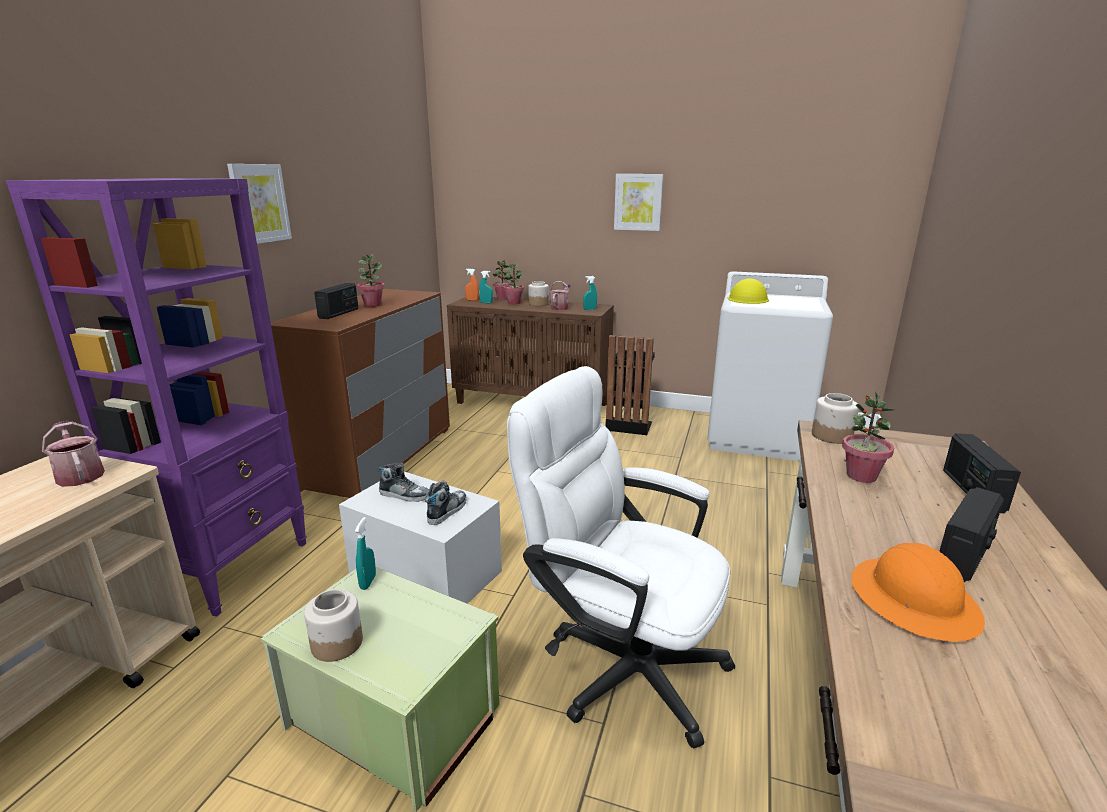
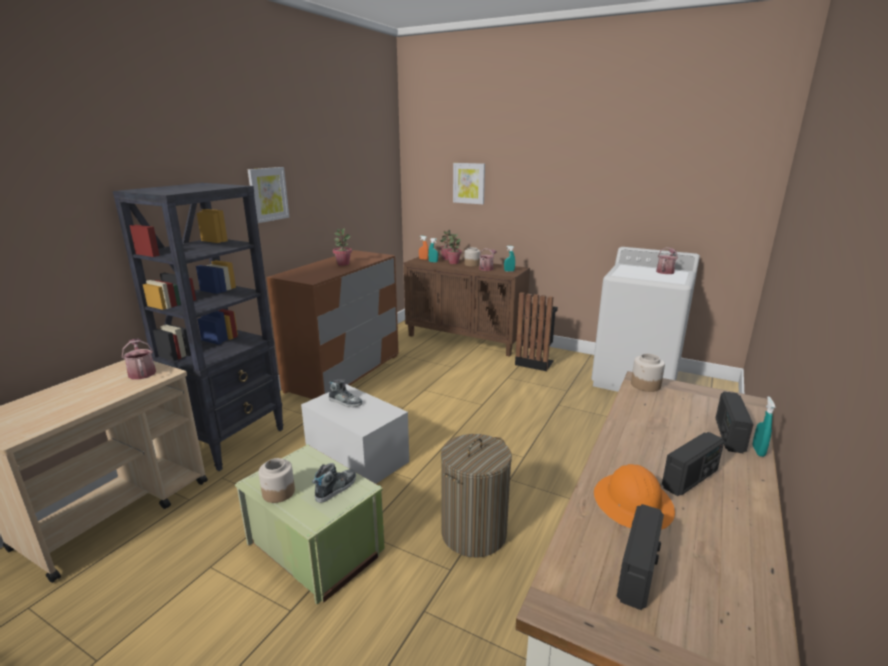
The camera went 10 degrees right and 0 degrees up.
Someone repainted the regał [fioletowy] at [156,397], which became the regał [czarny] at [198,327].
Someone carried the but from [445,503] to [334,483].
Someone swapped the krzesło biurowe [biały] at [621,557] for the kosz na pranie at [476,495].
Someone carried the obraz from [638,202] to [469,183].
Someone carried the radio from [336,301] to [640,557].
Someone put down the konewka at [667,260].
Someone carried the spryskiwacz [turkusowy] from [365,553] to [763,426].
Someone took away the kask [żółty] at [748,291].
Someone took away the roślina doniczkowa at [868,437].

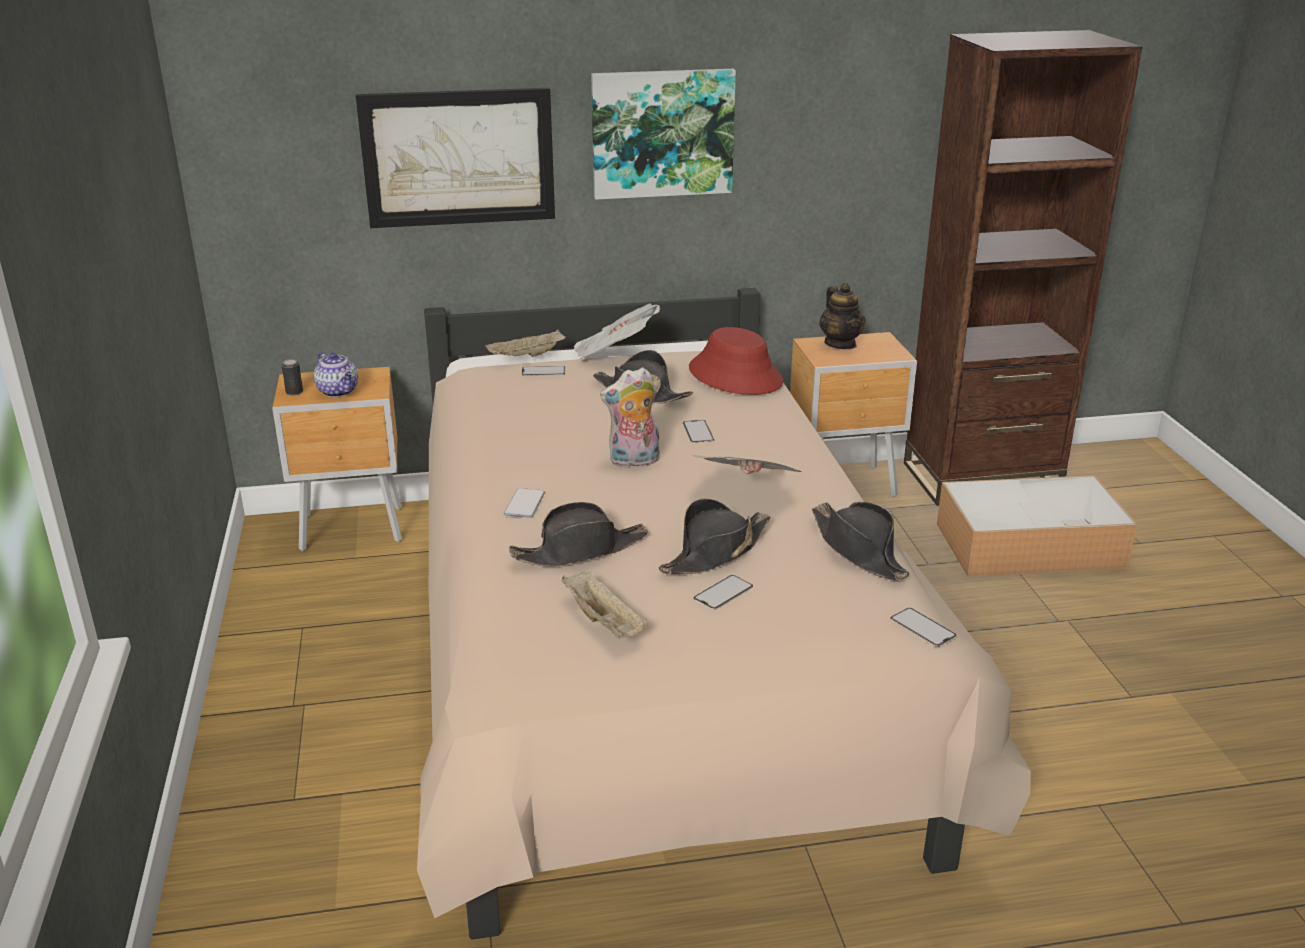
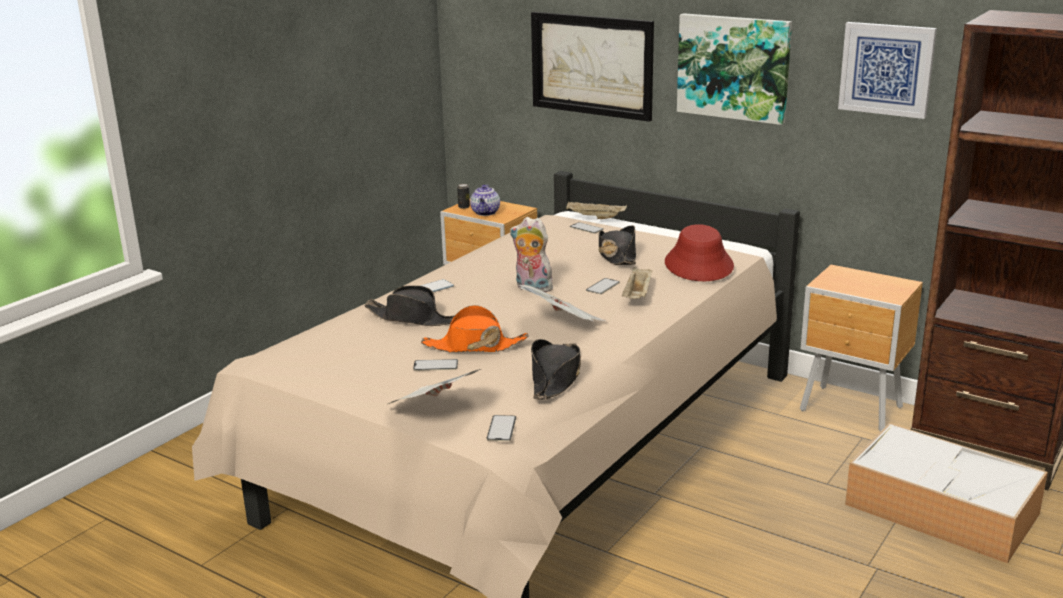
The camera went 45 degrees right and 5 degrees down.
Someone carried the gazeta from [617,331] to [434,386].
Someone repainted the kapelusz [czarny] at [715,536], which became the kapelusz [pomarańczowy] at [474,328].
Someone carried the taca [beżowy] from [604,604] to [637,283].
Someone put up the obraz at [887,70].
Someone took away the imbryk at [842,316].

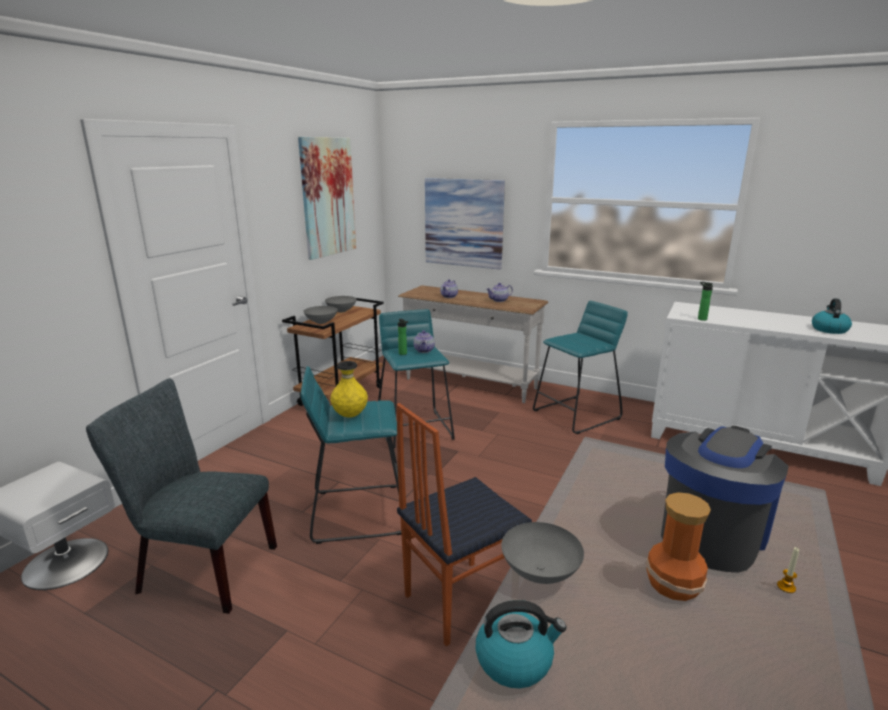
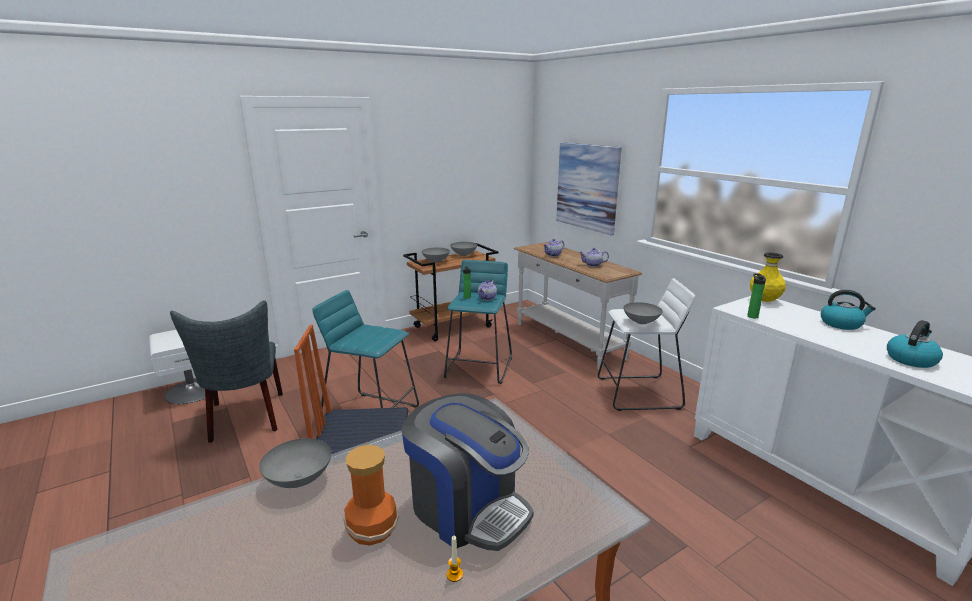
The camera went 30 degrees right and 0 degrees up.
Someone rotated the krzesło [szary] at [181,496] by 150 degrees counterclockwise.
Someone rotated the ekspres do kawy at [724,499] by 60 degrees clockwise.
Someone repainted the stołek [turkusowy] at [580,367], which became the stołek [biały] at [646,344].
Someone put down the miska [szary] at [643,313].
Someone carried the wazon [żółty] from [349,389] to [768,277].
Someone carried the czajnik from [521,644] to [848,310].
Someone took away the obraz at [327,198].

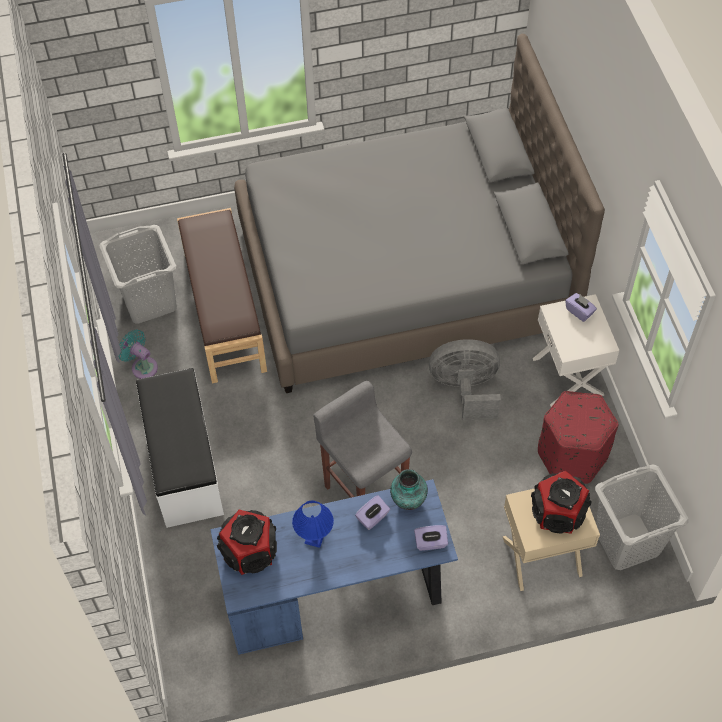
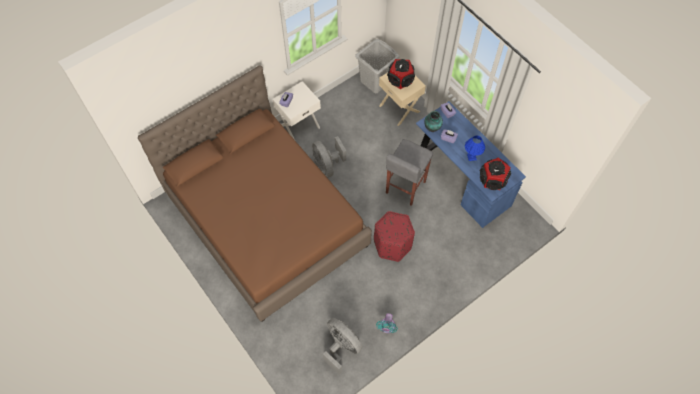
The camera went 115 degrees left and 5 degrees up.
Someone repainted the łóżko [szary] at [419,213], which became the łóżko [brązowy] at [255,194].
Someone swapped the kosz na pranie [szary] at [138,274] for the wentylator [szary] at [342,346].
Someone carried the pufa [czerwony] from [578,437] to [394,236].
Someone took away the ławka [biały] at [180,448].
Someone took away the ławka [brązowy] at [222,296].

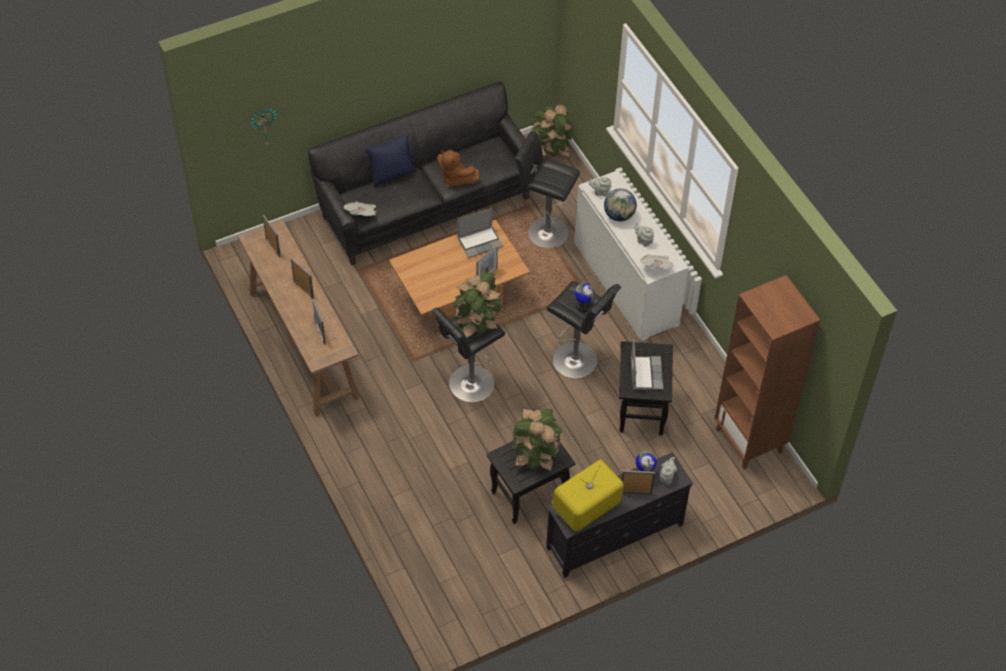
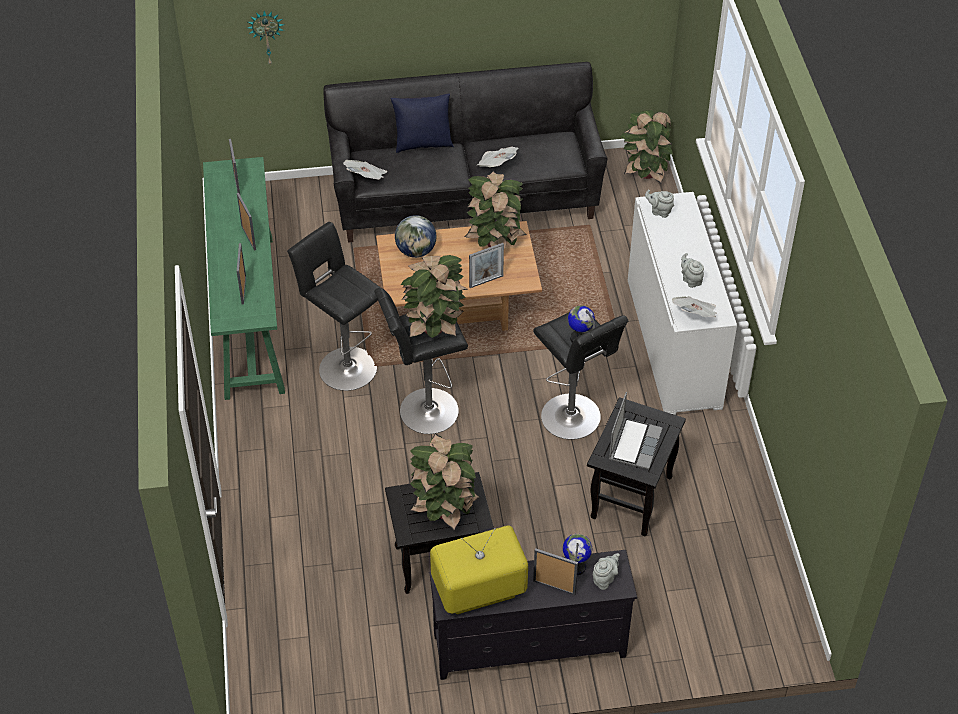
The camera went 20 degrees right and 5 degrees down.
Someone repainted the stolik konsolowy [brązowy] at [298,318], which became the stolik konsolowy [zielony] at [244,278].
Someone carried the stołek [czarny] from [547,189] to [333,306].
Someone carried the globus from [620,205] to [416,236].
Someone swapped the laptop at [480,233] for the roślina doniczkowa at [495,210].
Someone swapped the pluszak [brązowy] at [458,169] for the gazeta at [498,157].
Someone took away the regał [brązowy] at [767,372].

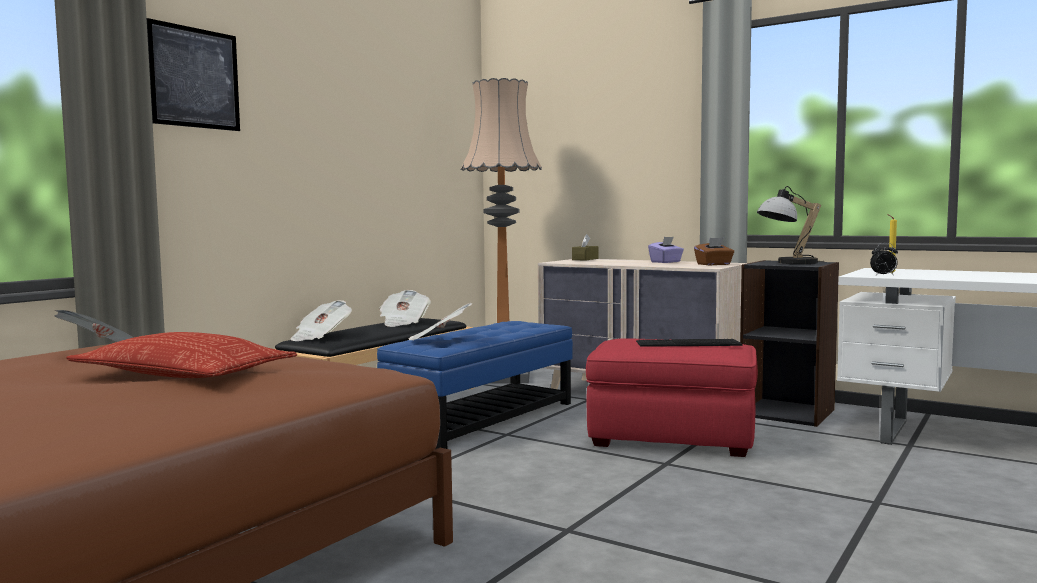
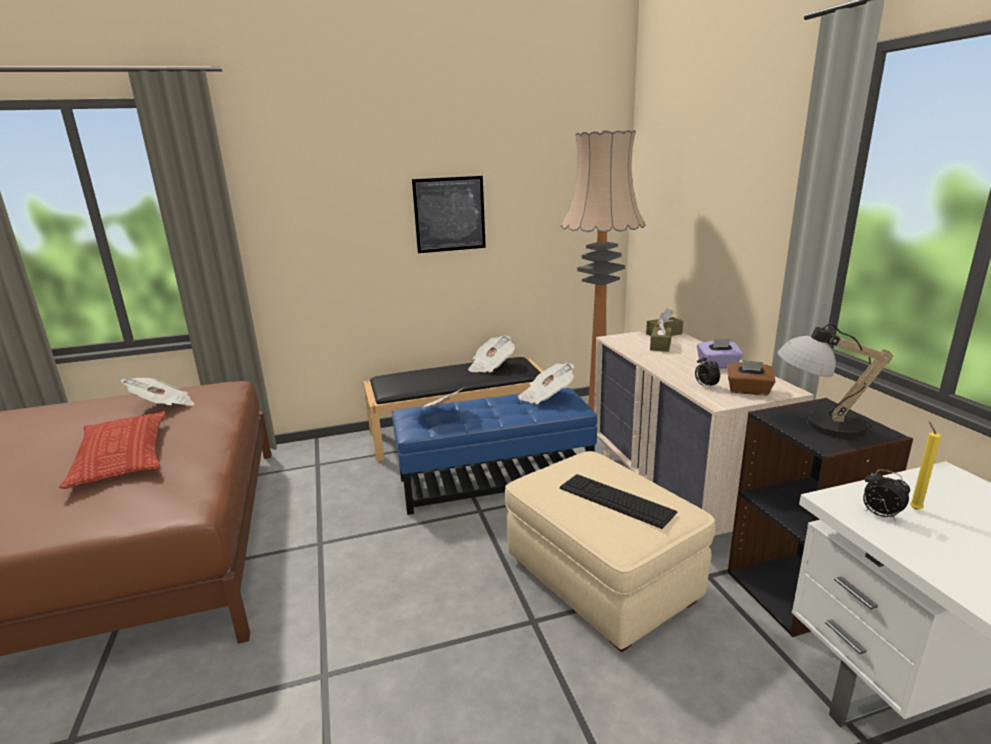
The camera went 40 degrees right and 15 degrees up.
Someone carried the obraz from [193,74] to [449,214].
Someone repainted the pufa [czerwony] at [672,397], which became the pufa [beżowy] at [610,551].
Someone carried the gazeta from [321,320] to [546,384].
Someone put down the pudełko chusteczek [brązowy] at [661,335].
Someone put down the budzik at [707,371].

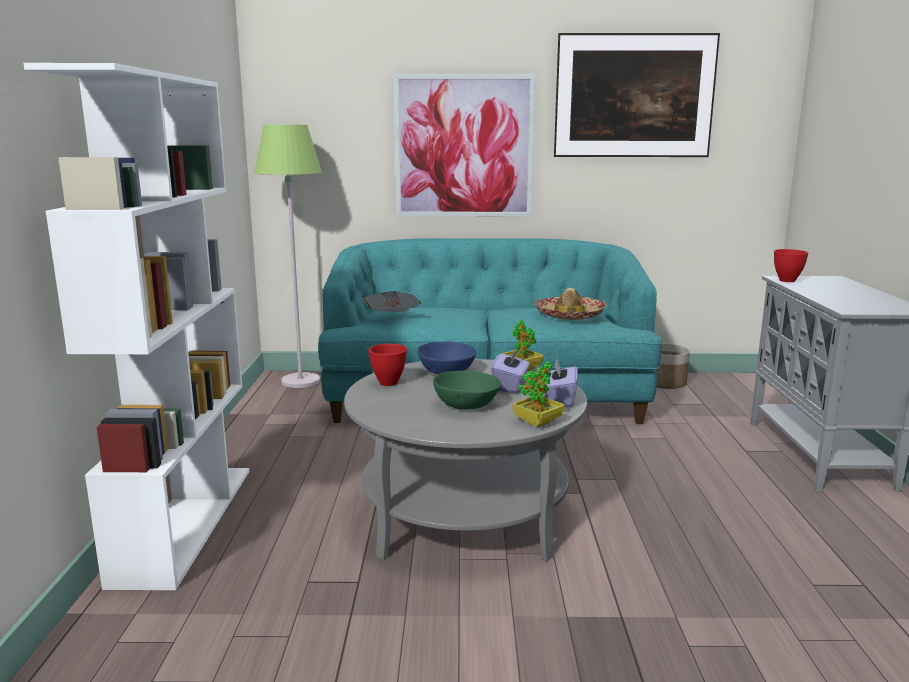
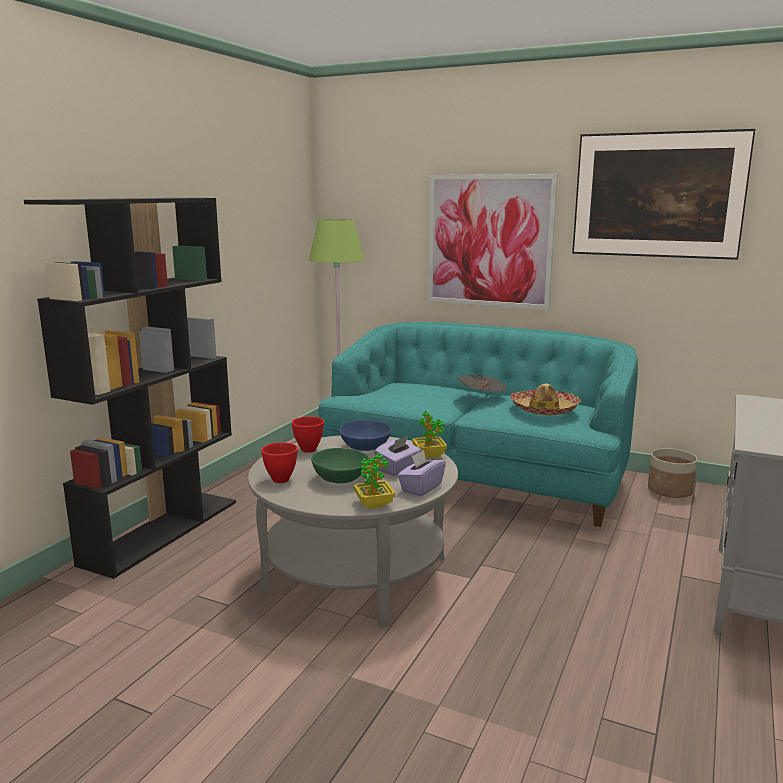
The camera went 25 degrees right and 0 degrees up.
Someone repainted the regał [biały] at [136,326], which became the regał [czarny] at [130,388].
Someone carried the miska [czerwony] from [791,265] to [279,462].
Someone carried the gazeta from [391,301] to [482,383].

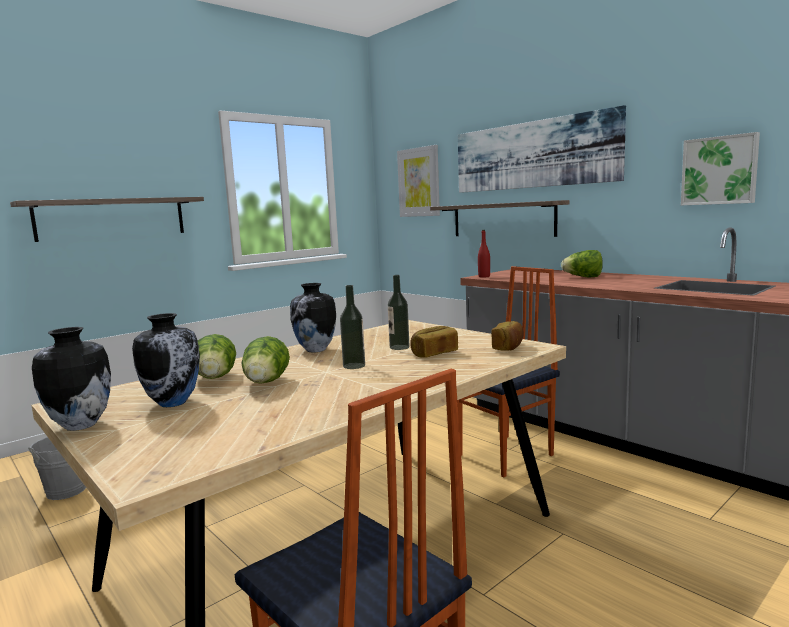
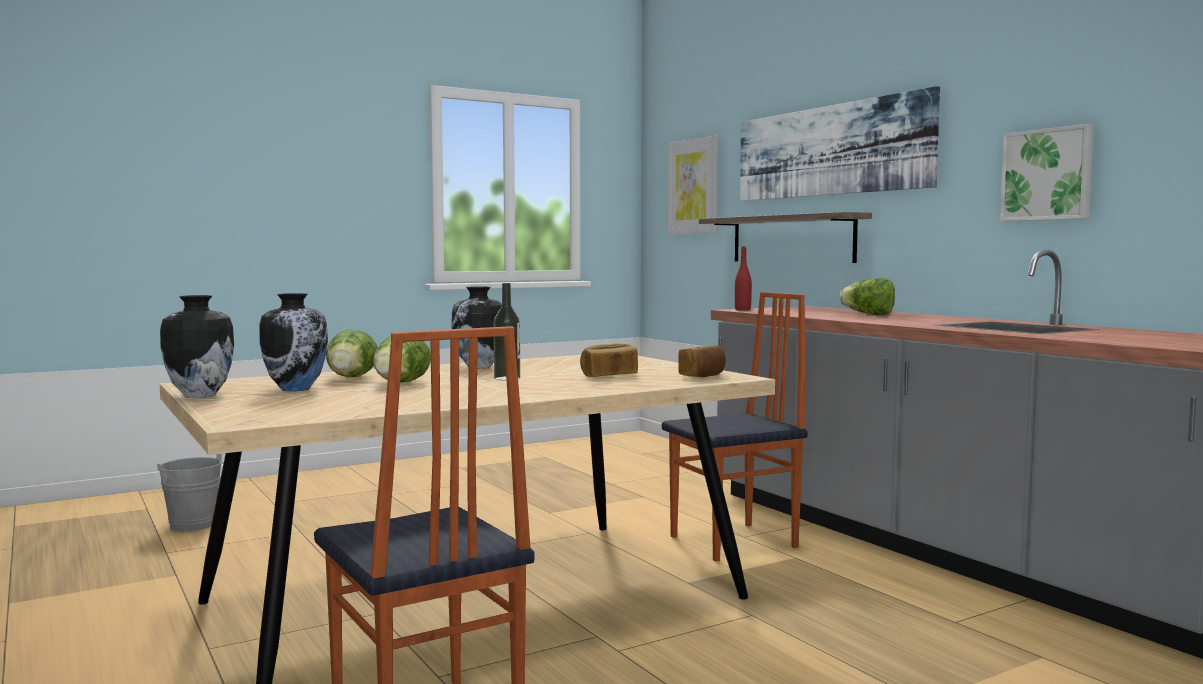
The camera went 10 degrees right and 5 degrees down.
Someone took away the półka at [107,219].
Someone took away the butelka at [399,312].

